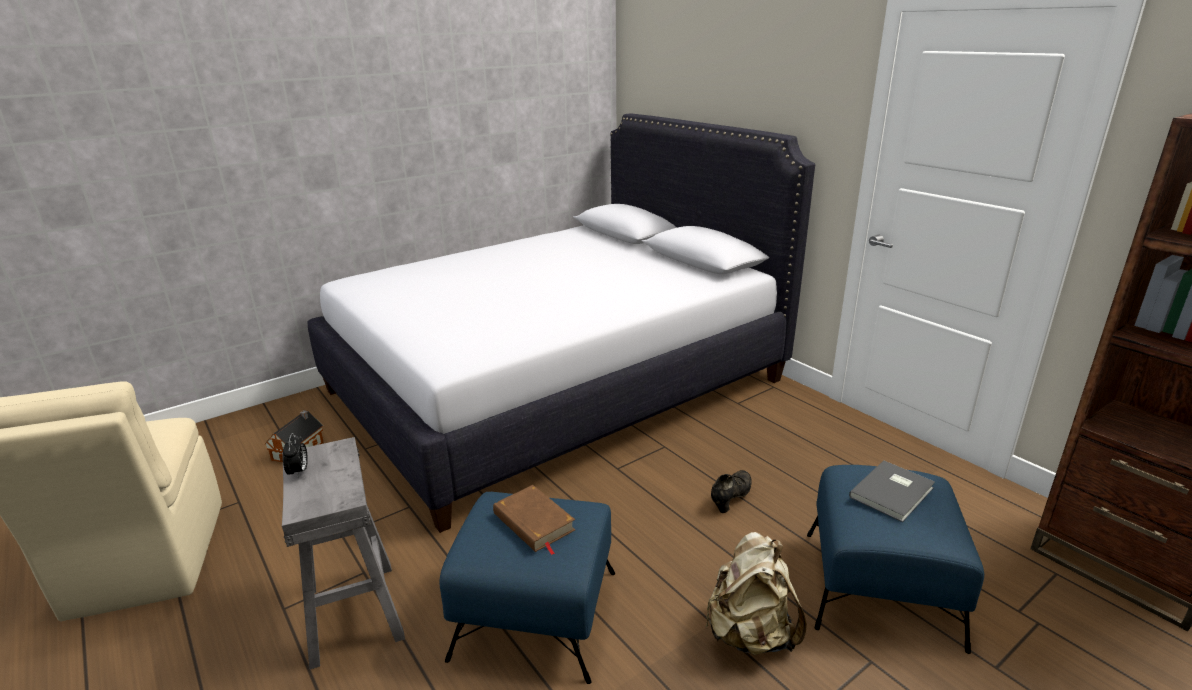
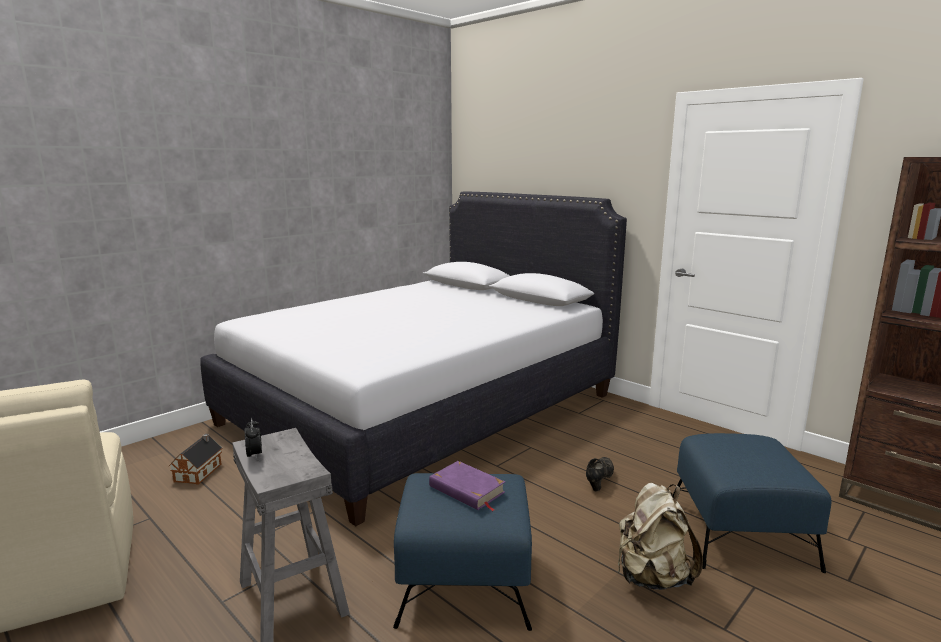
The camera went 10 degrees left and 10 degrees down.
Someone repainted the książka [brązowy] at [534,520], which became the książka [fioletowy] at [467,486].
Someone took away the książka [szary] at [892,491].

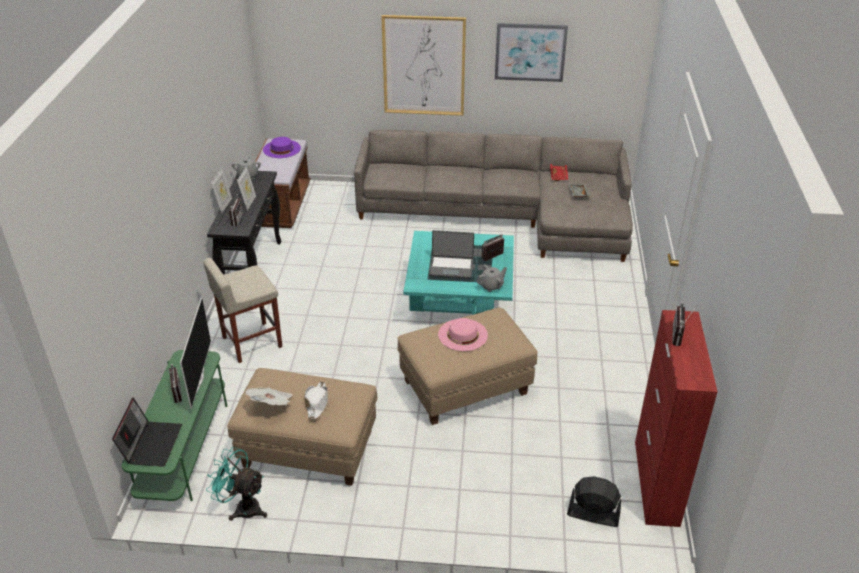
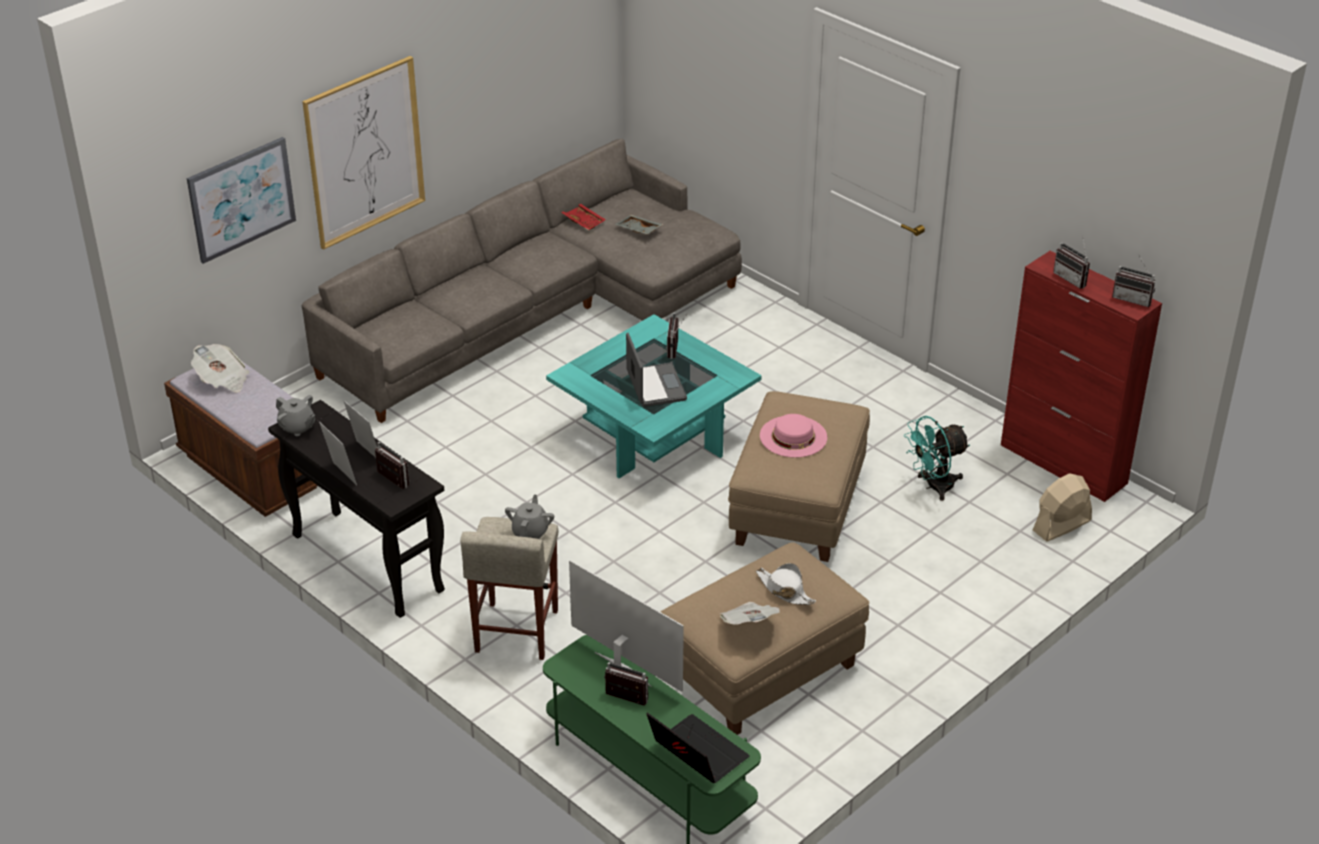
The camera went 50 degrees left and 0 degrees up.
Someone carried the obraz from [531,52] to [241,200].
Someone swapped the kapelusz [fioletowy] at [282,147] for the gazeta at [220,368].
Someone carried the imbryk [szary] from [492,278] to [529,516].
Someone rotated the laptop at [451,254] by 60 degrees counterclockwise.
Someone carried the wentylator [turkusowy] from [236,484] to [937,458].
Someone repainted the wentylator [czarny] at [594,501], which became the wentylator [beżowy] at [1062,507].
Someone put down the radio at [1133,281].

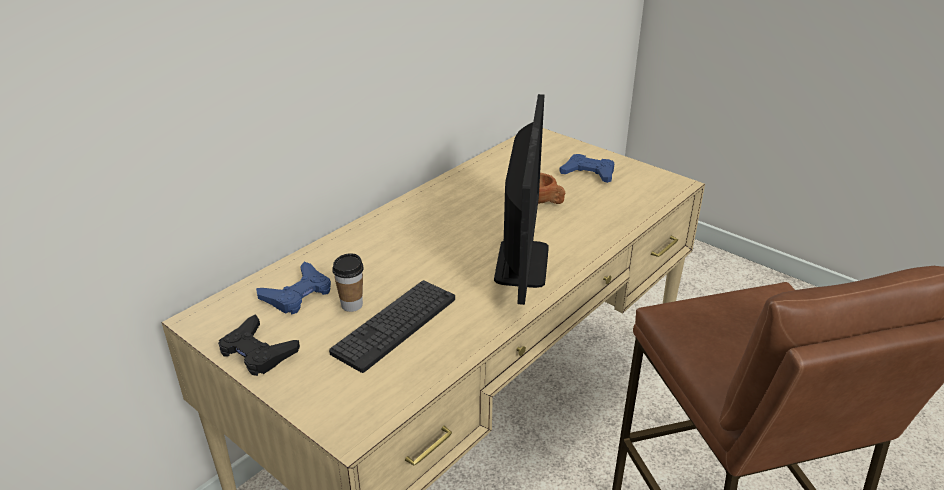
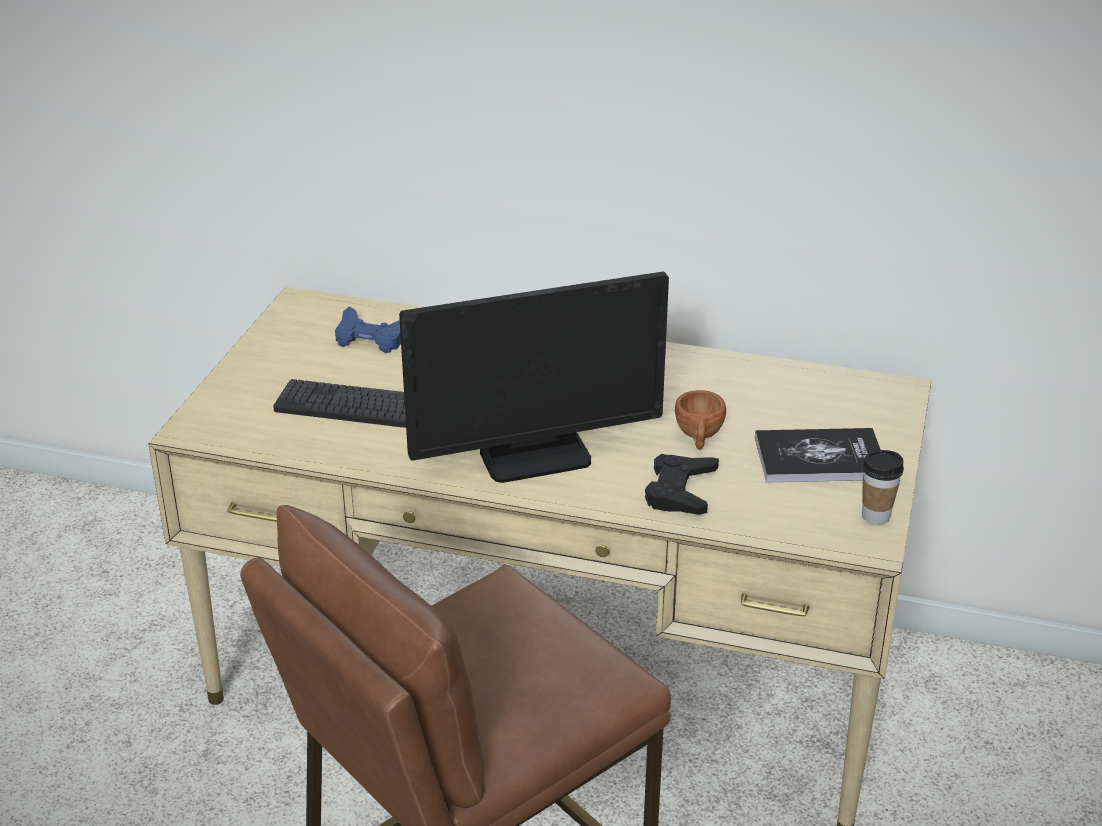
The camera went 65 degrees right and 0 degrees up.
Someone carried the pad do gier [czarny] from [259,345] to [682,484].
Someone swapped the pad do gier [niebieski] at [586,168] for the książka at [818,455].
Someone carried the filiżanka from [348,282] to [883,487].

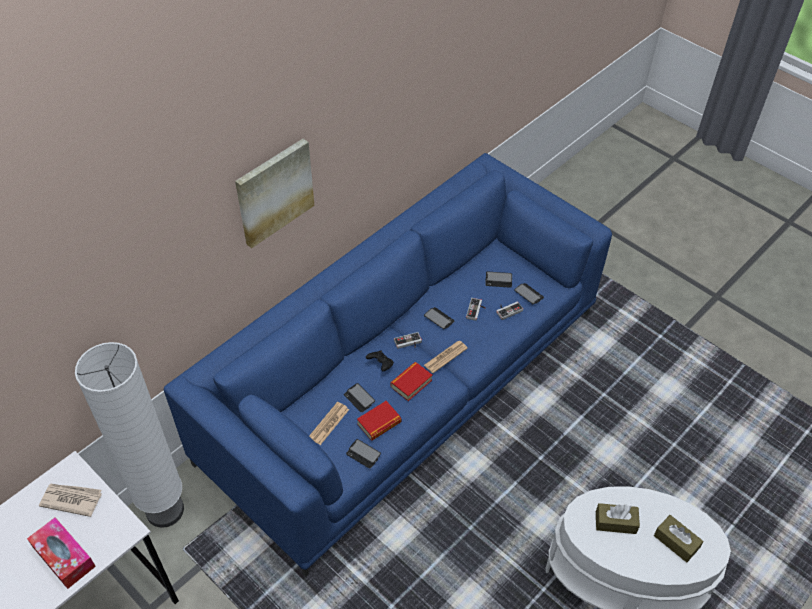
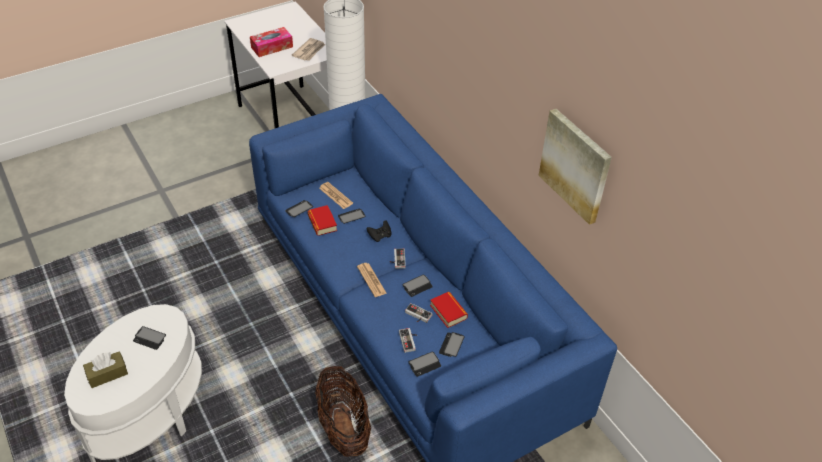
The camera went 105 degrees right and 5 degrees down.
Someone swapped the pudełko chusteczek [brązowy] at [618,518] for the telefon at [149,338].
Someone put down the koszyk at [343,411].
Someone carried the książka from [411,381] to [449,310].
Someone carried the obraz from [274,193] to [575,167].

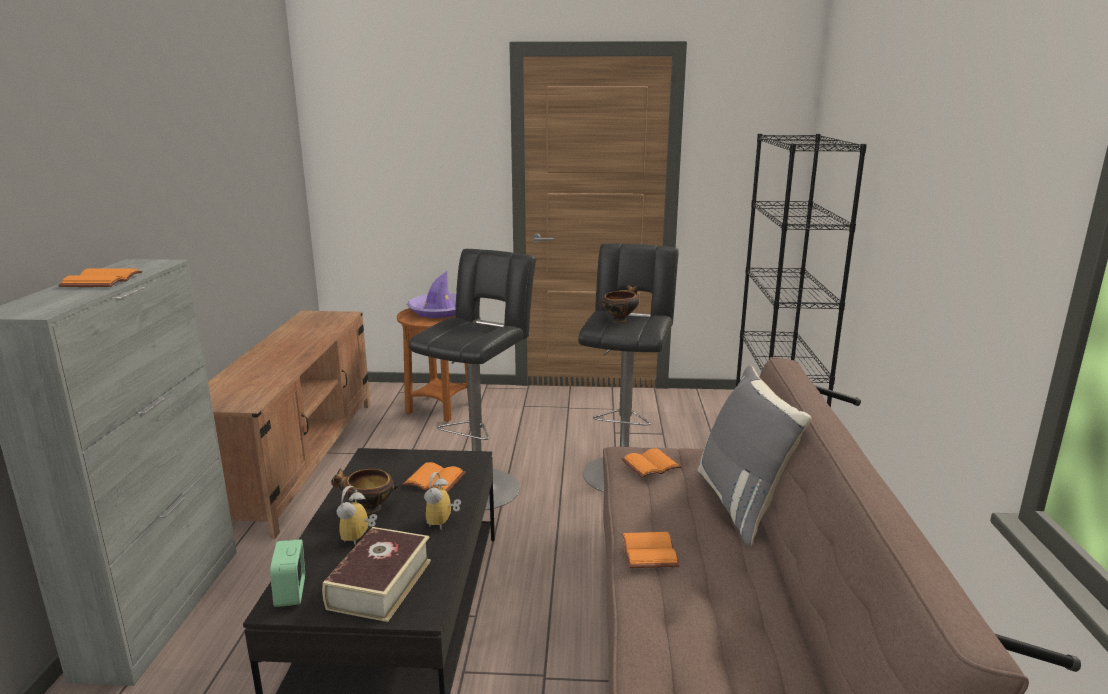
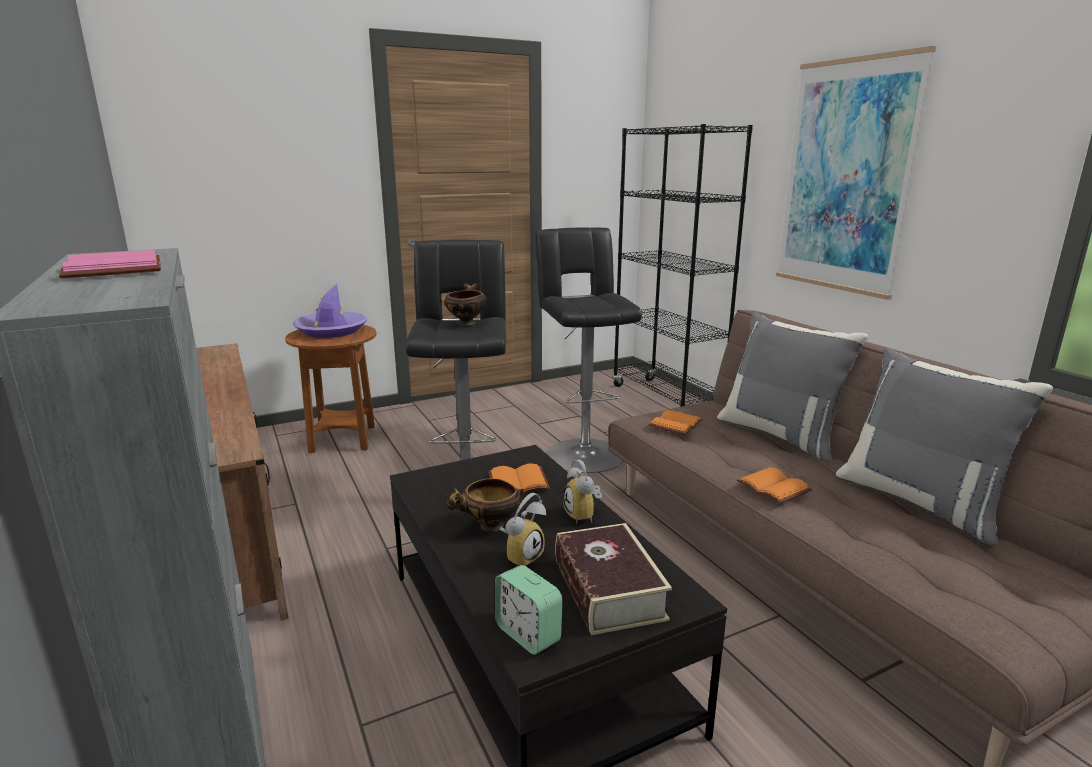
The camera went 30 degrees left and 0 degrees up.
Someone repainted the książka [pomarańczowy] at [100,277], which became the książka [różowy] at [110,264].
Someone carried the miska from [620,304] to [466,304].
Someone rotated the budzik at [357,516] by 120 degrees counterclockwise.
Someone put up the obraz at [856,173].
Someone put down the poduszka [szary] at [944,446].

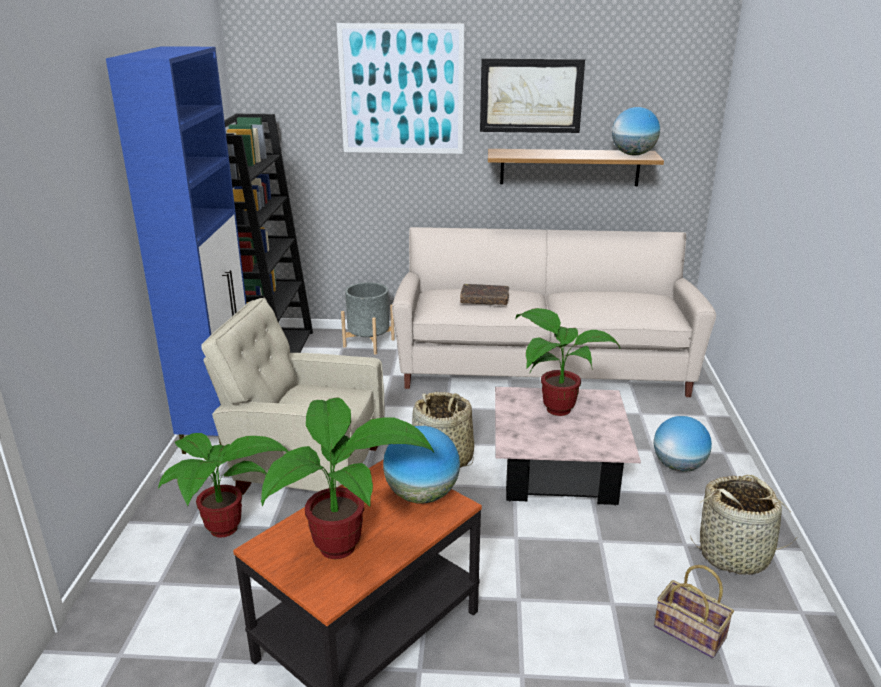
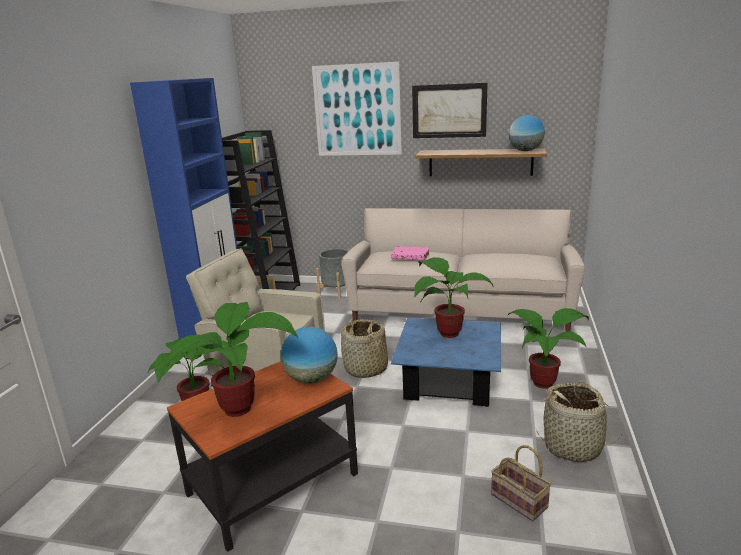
The camera went 10 degrees right and 5 degrees down.
Someone repainted the książka [brązowy] at [484,294], which became the książka [różowy] at [410,253].
Someone repainted the ława [różowy] at [568,446], which became the ława [niebieski] at [446,362].
Someone swapped the globus at [683,444] for the roślina doniczkowa at [548,348].

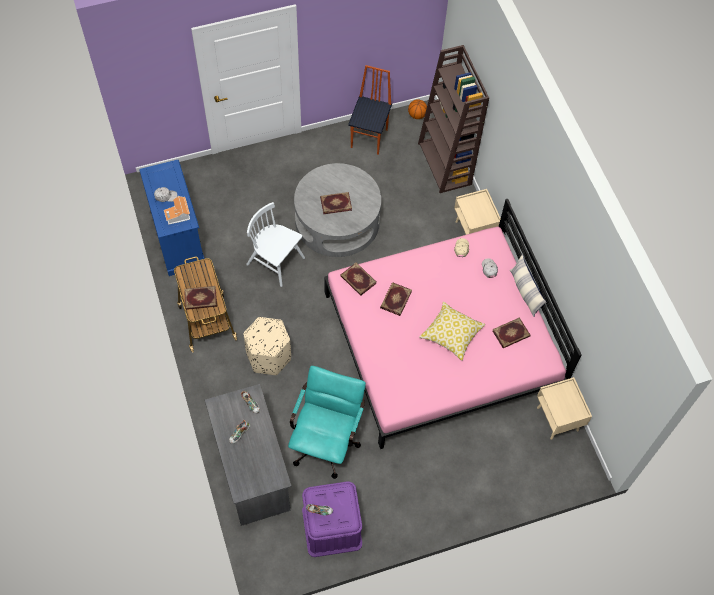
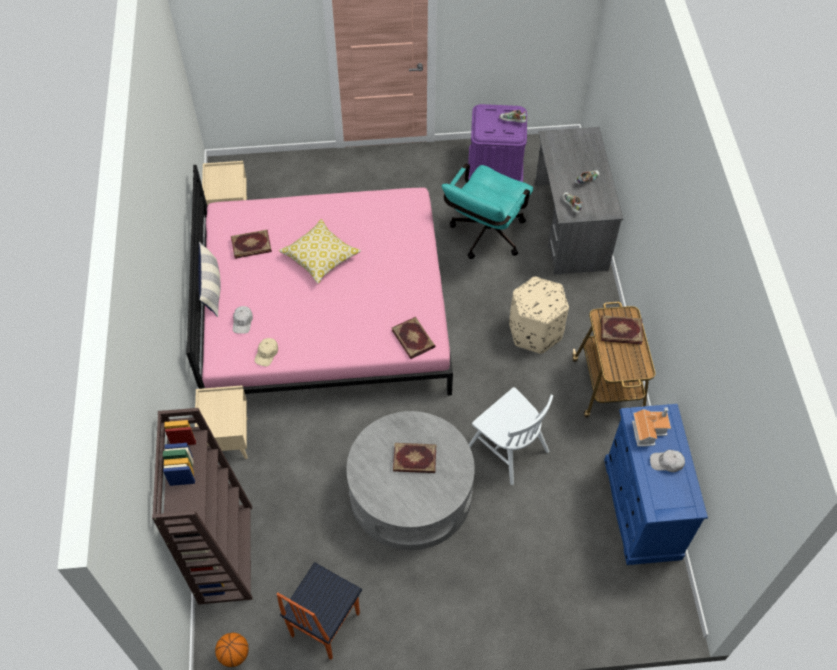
The camera went 165 degrees left and 5 degrees down.
Someone took away the książka at [396,299].

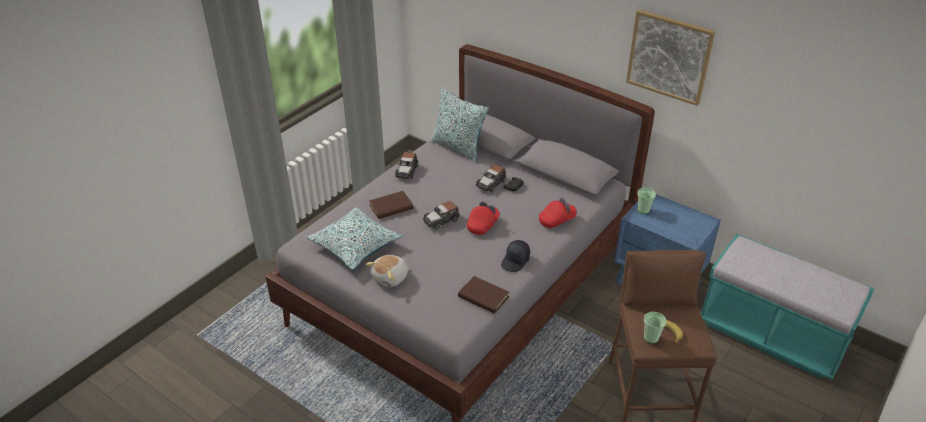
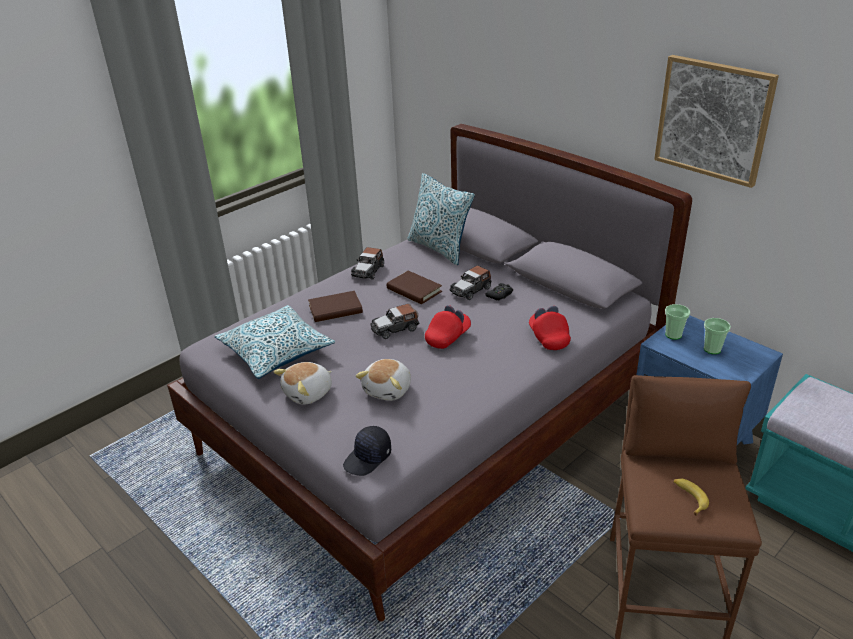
The camera went 10 degrees right and 5 degrees down.
Someone carried the czapka z daszkiem [czarny] from [515,256] to [367,451].
Someone put down the pluszak at [383,380].
Someone carried the książka [brązowy] from [483,295] to [414,287].
Someone rotated the czapka z daszkiem [czerwony] at [558,212] by 90 degrees counterclockwise.
Someone carried the filiżanka from [655,327] to [717,336].

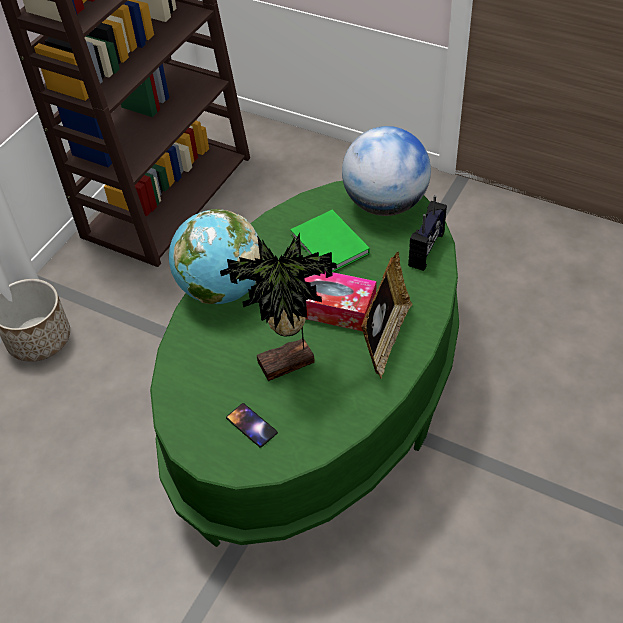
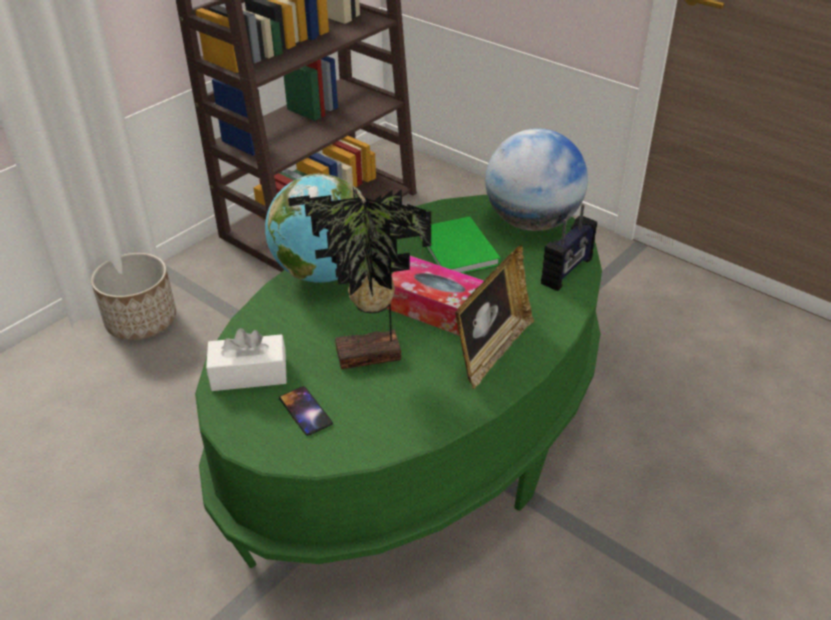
The camera went 10 degrees right and 10 degrees down.
Someone put down the pudełko chusteczek [biały] at [246,359].

